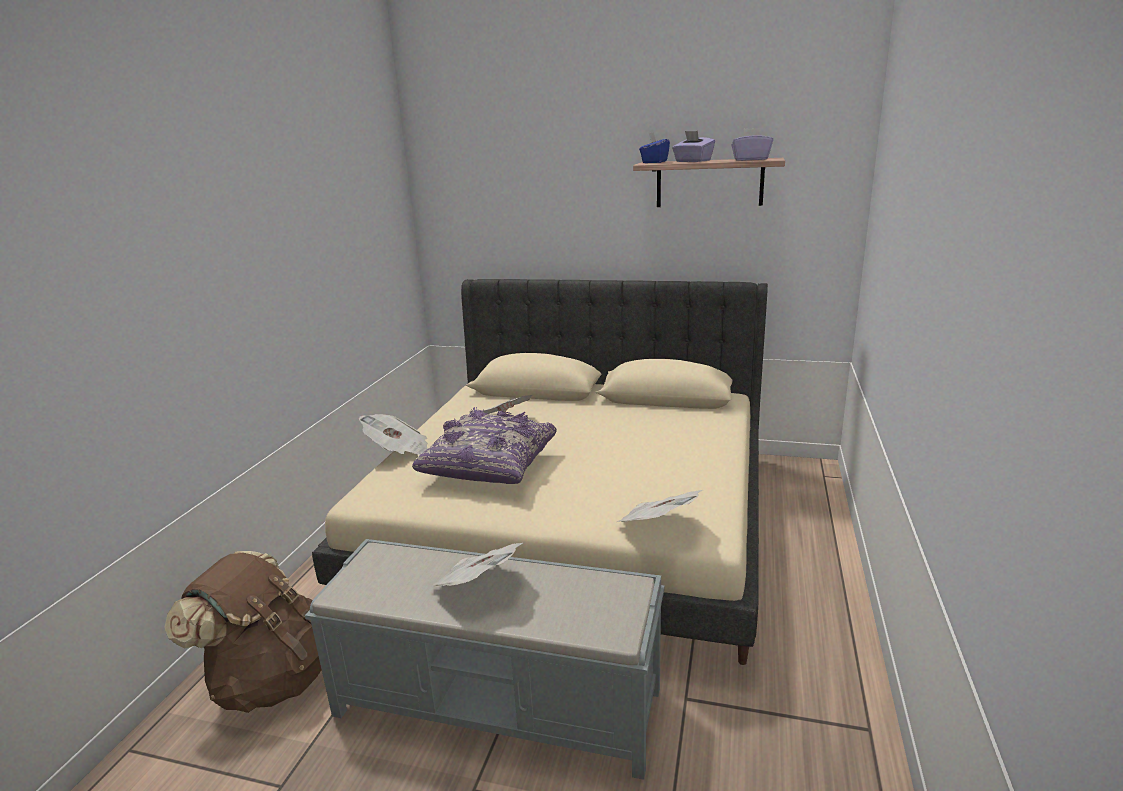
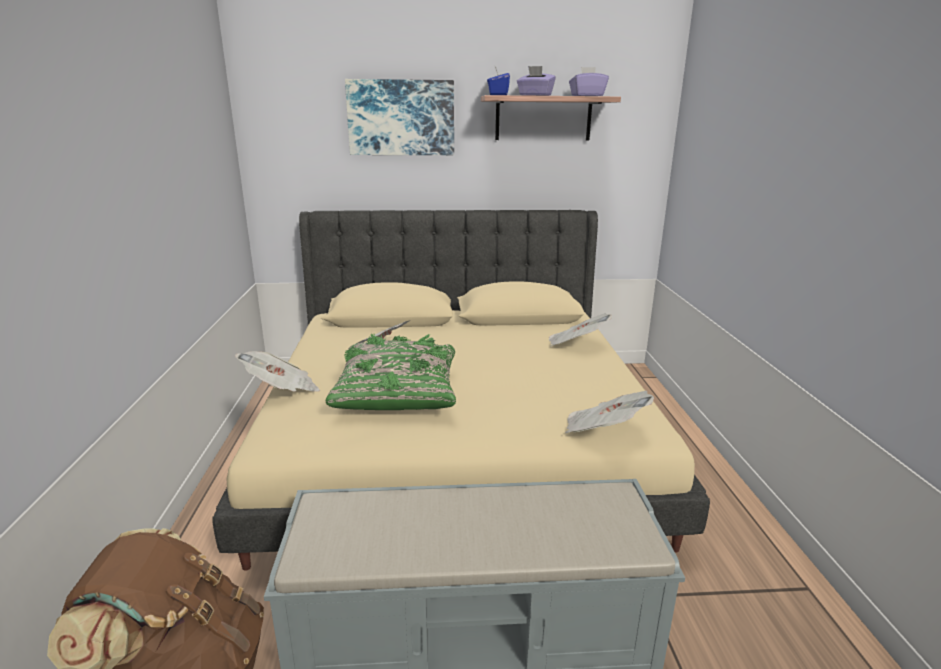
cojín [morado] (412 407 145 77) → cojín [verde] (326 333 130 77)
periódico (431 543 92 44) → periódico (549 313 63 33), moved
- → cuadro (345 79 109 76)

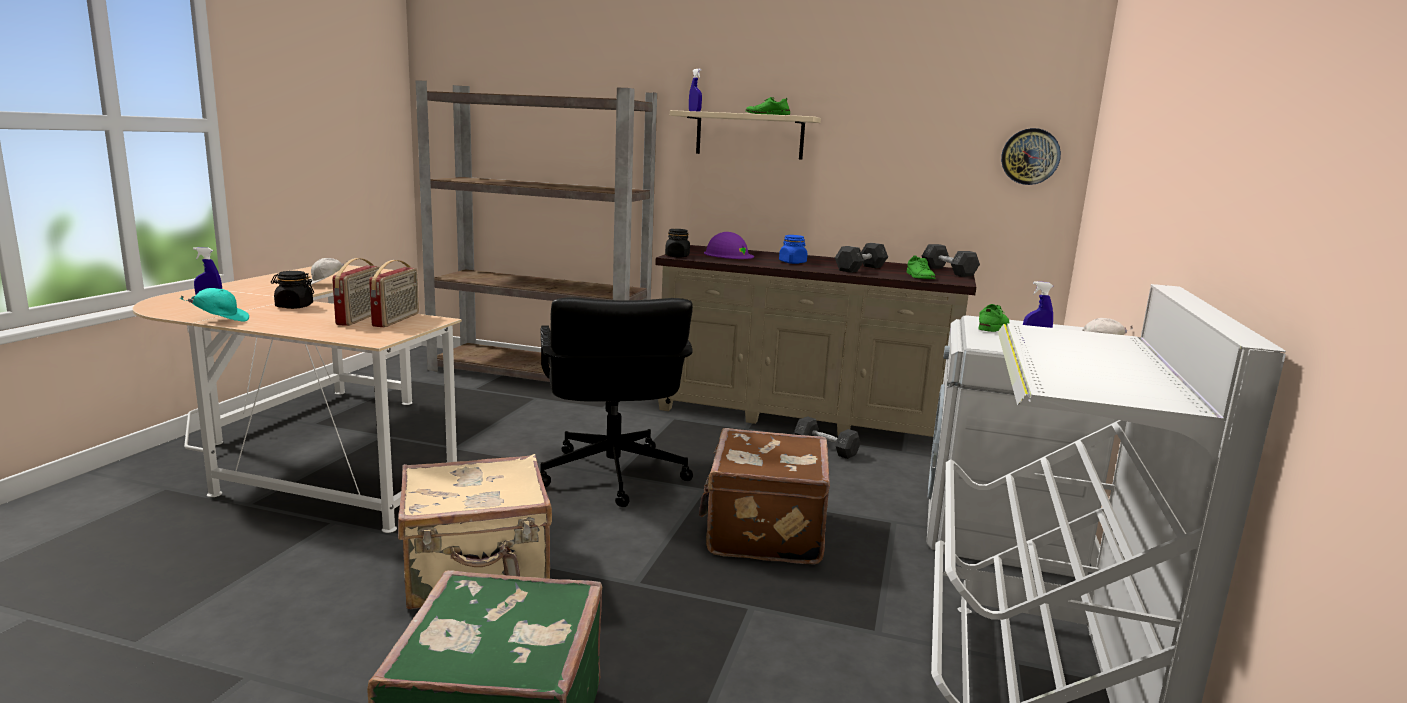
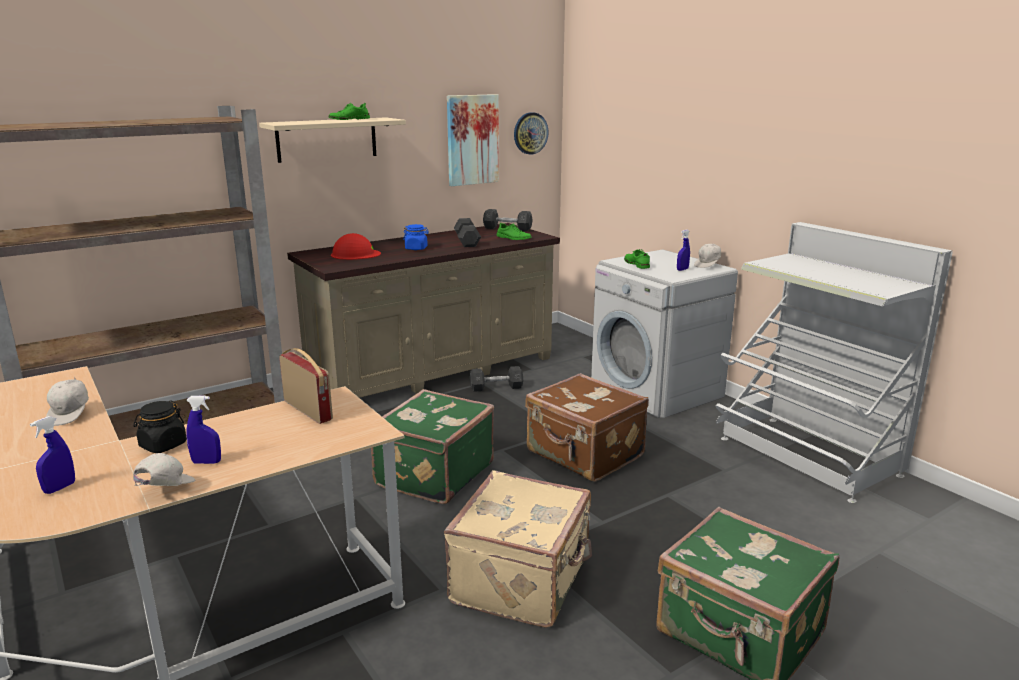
gorra [turquesa] (180 288 69 34) → gorra [blanco] (133 453 63 33)
radio (332 258 49 68) → -
silla de oficina [negro] (540 297 153 210) → maleta [verde] (371 389 123 115)
tarro [negro] (665 229 25 29) → -
pulverizador [azul] (689 69 13 43) → pulverizador [azul] (186 396 35 68), moved
casco [morado] (704 232 50 27) → casco [rojo] (331 233 50 27)
- → cuadro (447 94 52 92)

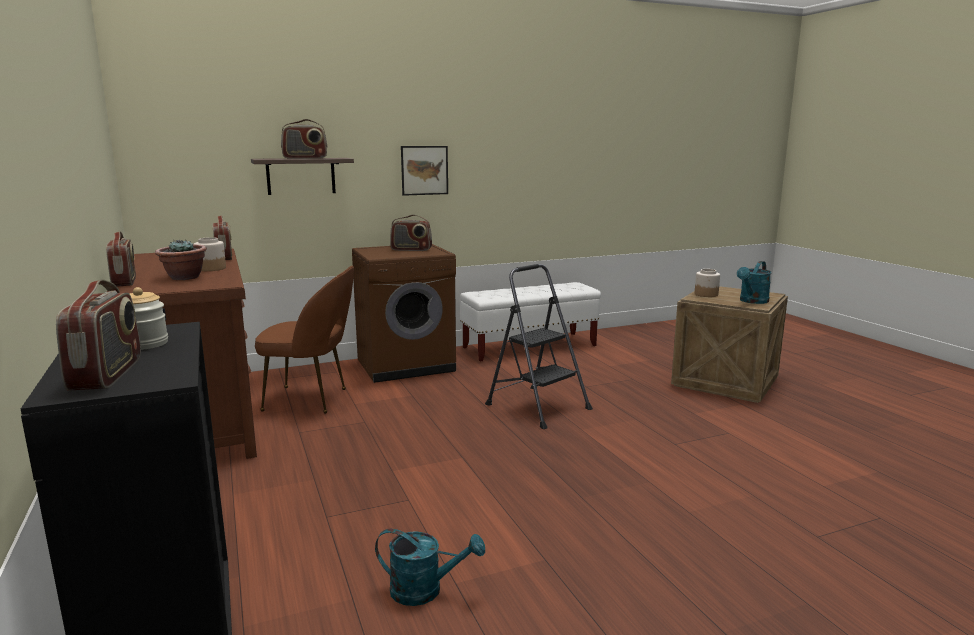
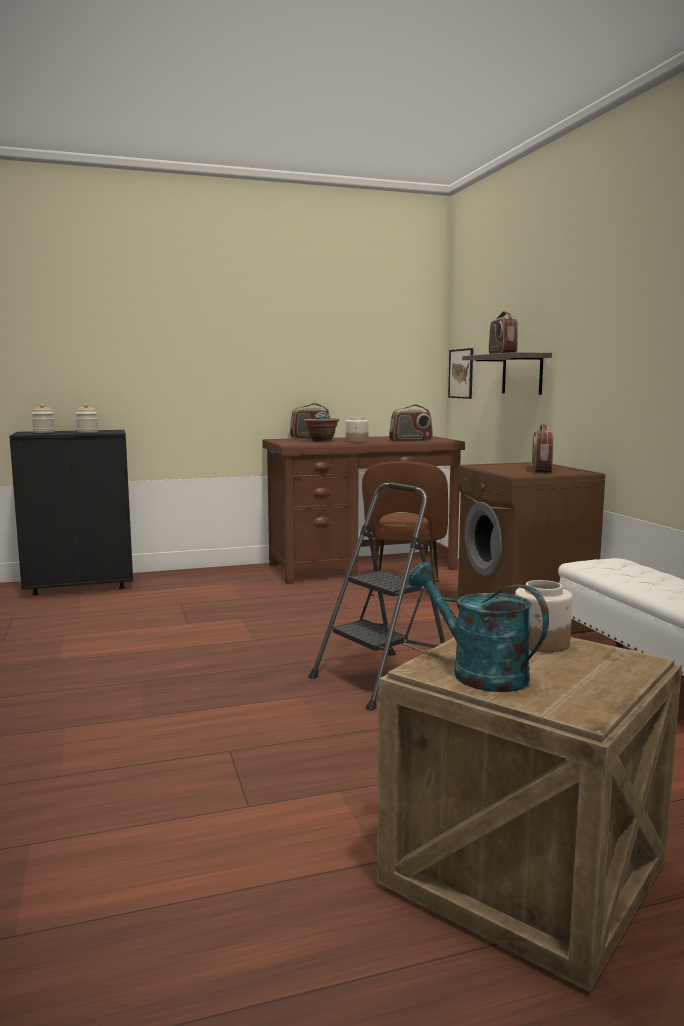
radio (56 279 85 112) → tarro (32 404 23 29)
regadera [turquesa] (375 529 110 77) → -
cuadro (401 146 47 50) → cuadro (448 348 25 51), moved

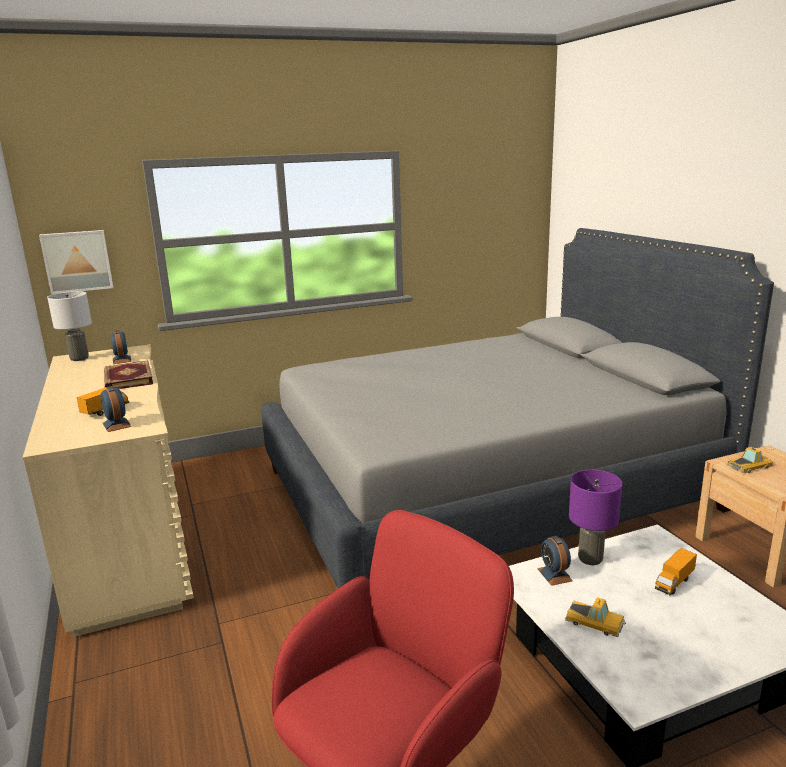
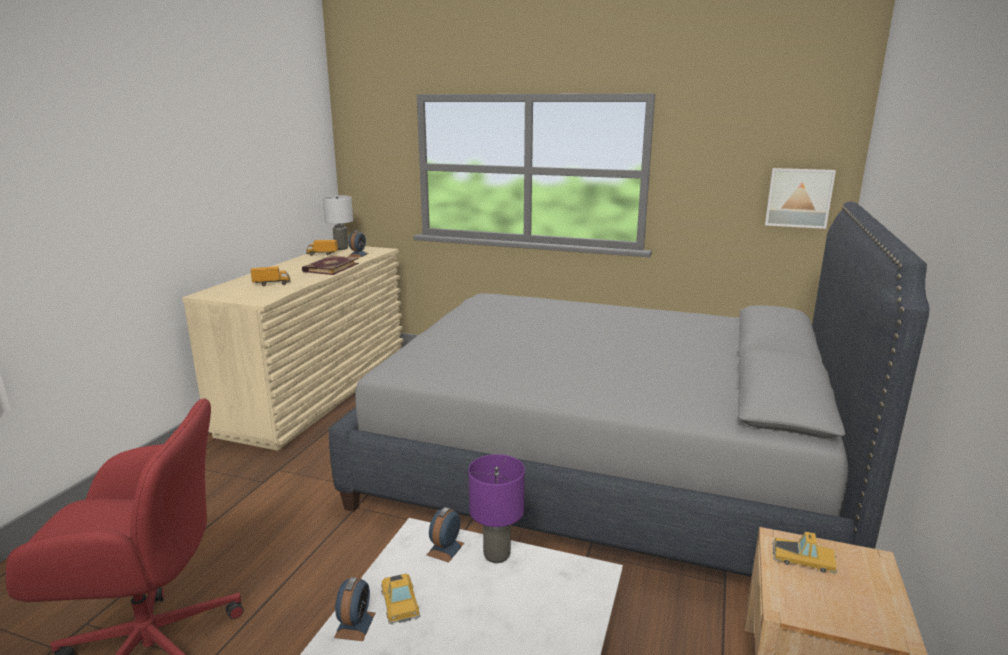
cuadro (39 230 74 64) → cuadro (765 168 71 61), moved
despertador (101 386 31 46) → despertador (334 577 41 64), moved
camión de juguete (655 548 42 48) → camión de juguete (306 240 32 16), moved

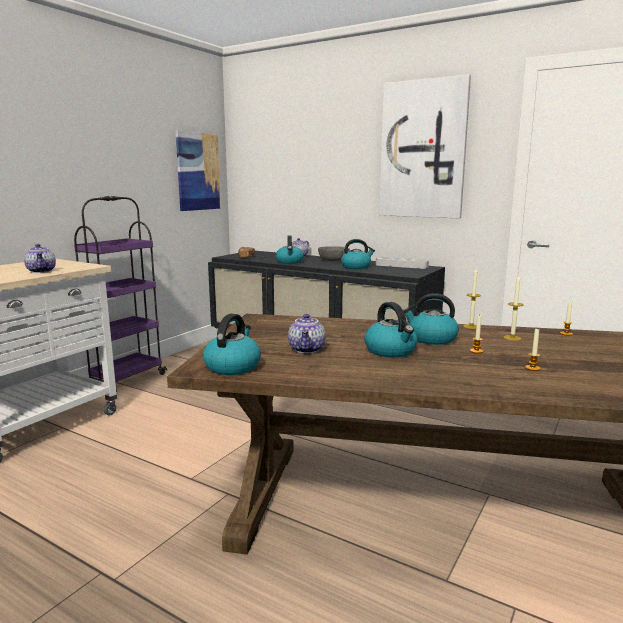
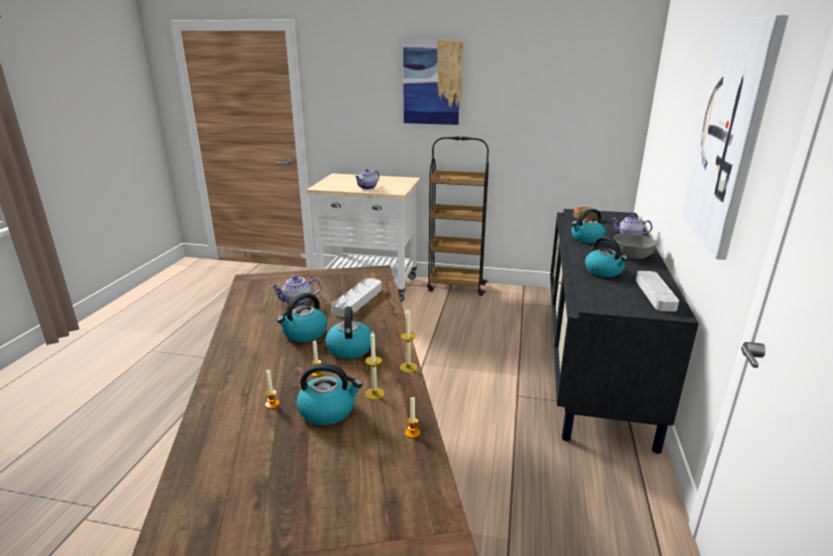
carrito [morado] (74 196 94 197) → carrito [marrón] (427 136 62 160)
cuadro (176 130 45 81) → cuadro (403 40 60 85), moved
hervidor (203 314 58 61) → hervidor (297 363 66 62), moved
- → bandeja [gris] (332 278 50 39)

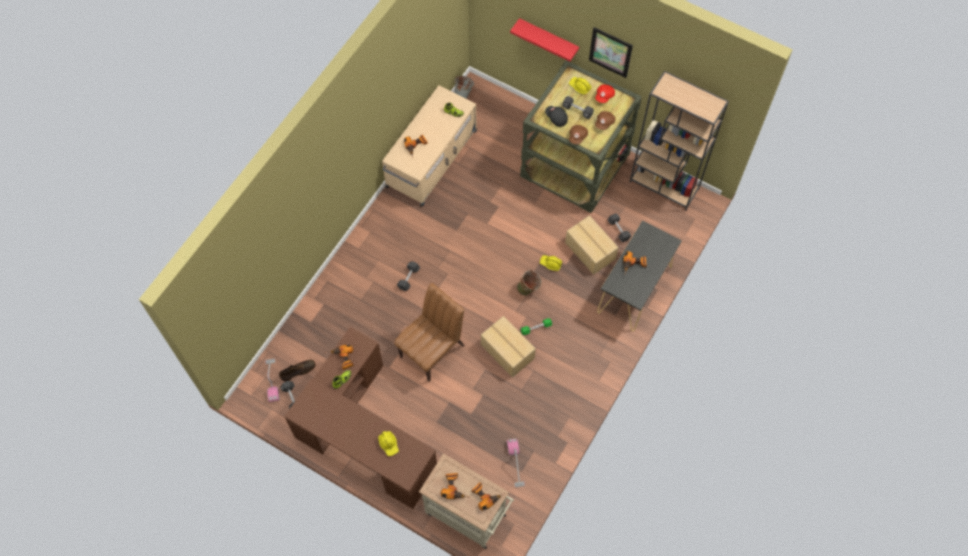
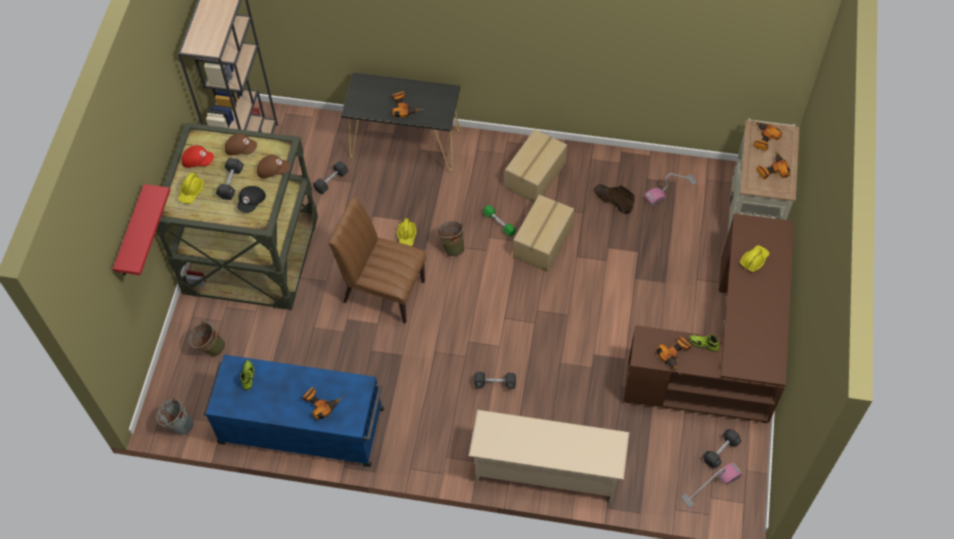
bota [marrón] (279 360 36 22) → bota [marrón] (594 184 41 30), moved
armario [beis] (382 85 95 122) → armario [azul] (204 355 180 112)
silla [marrón] (395 283 70 99) → silla [marrón] (328 198 98 126), moved
caja de cartón (565 215 54 60) → caja de cartón (505 129 62 73), moved
cuadro (589 27 44 51) → -
- → cubo [verde] (189 321 36 35)
- → zapatero [beis] (468 410 161 93)

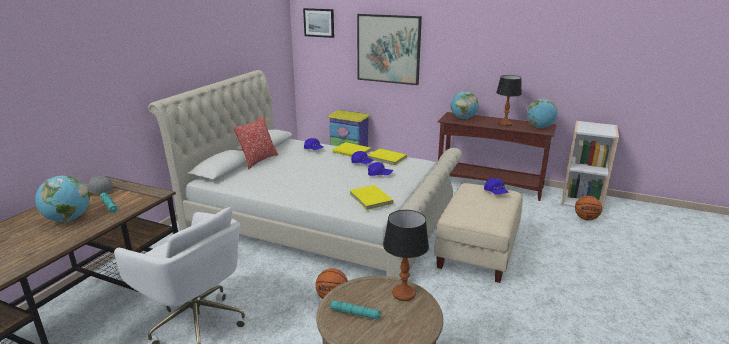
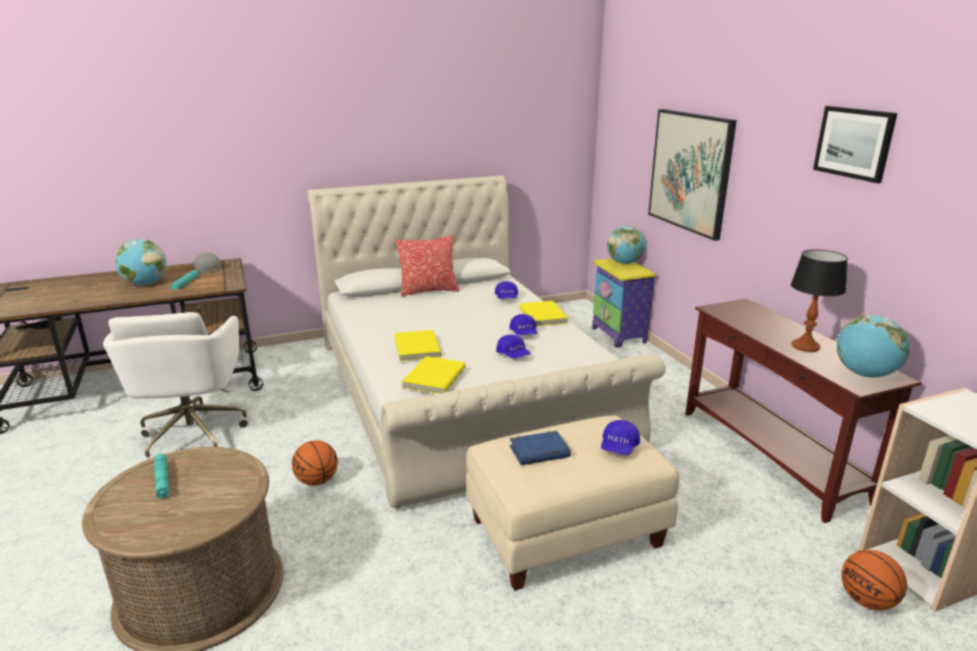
cuadro (303 8 31 30) → cuadro (813 106 84 77), moved
libro [amarillo] (368 149 39 17) → libro [amarillo] (395 330 46 31), moved
lámpara de mesa (383 210 46 91) → -
globo terráqueo (451 91 28 28) → globo terráqueo (607 226 39 38), moved
- → libro [azul] (510 431 61 34)

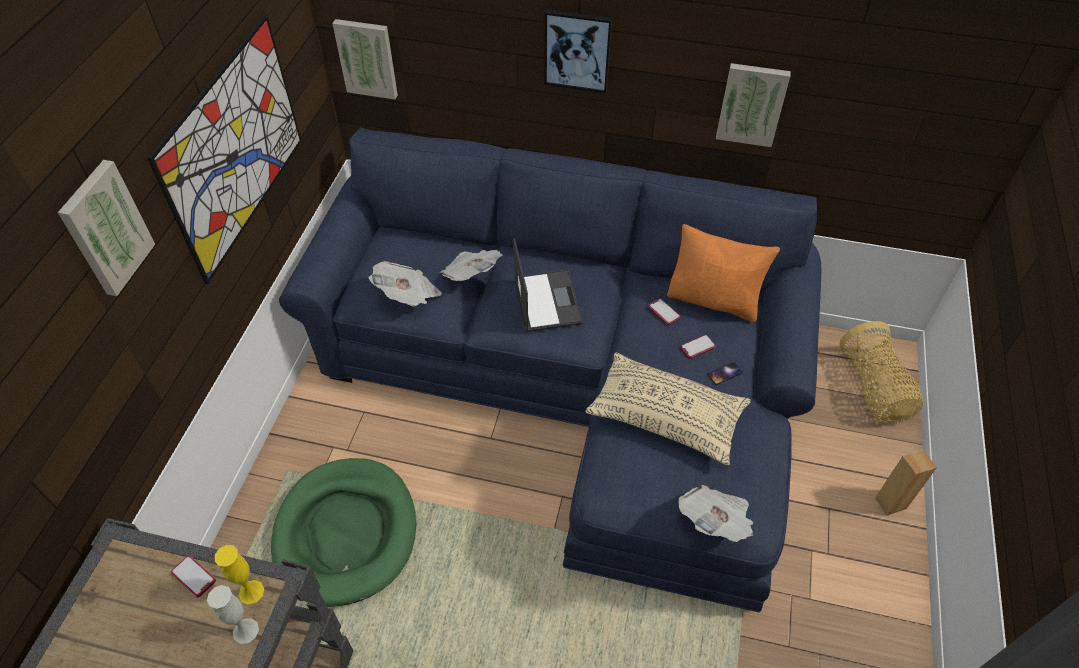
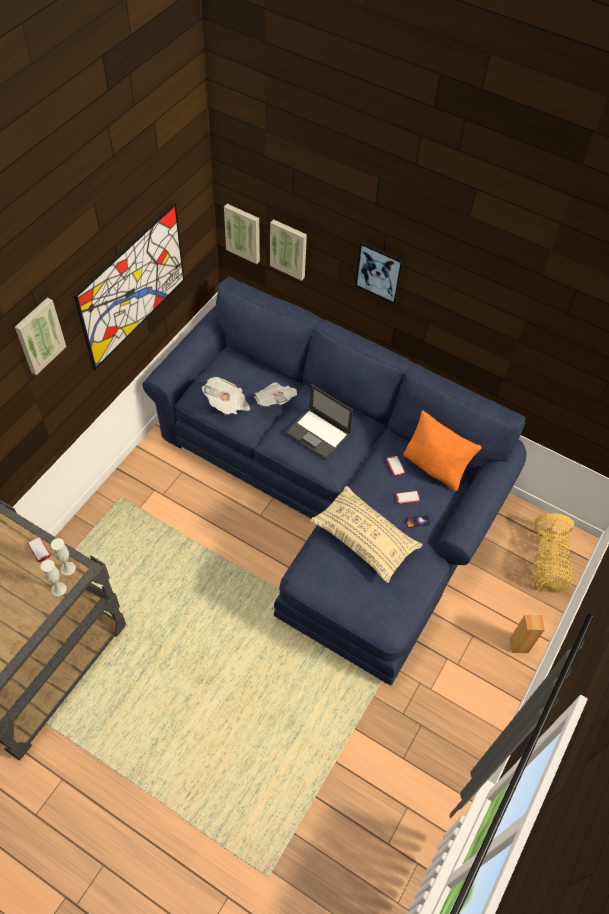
florero [amarillo] (215 545 49 60) → florero [blanco] (51 538 25 37)
cama para perro [verde] (271 458 145 149) → -
portátil (513 238 70 94) → portátil (286 384 67 76), 120 degrees clockwise
periódico (678 485 76 57) → -
cuadro (716 63 75 84) → cuadro (270 219 37 62), moved

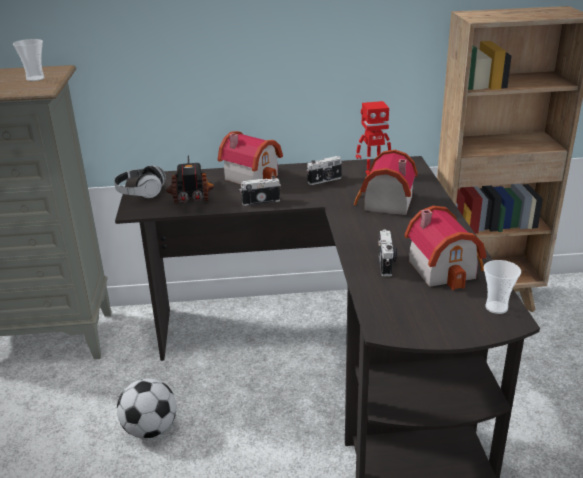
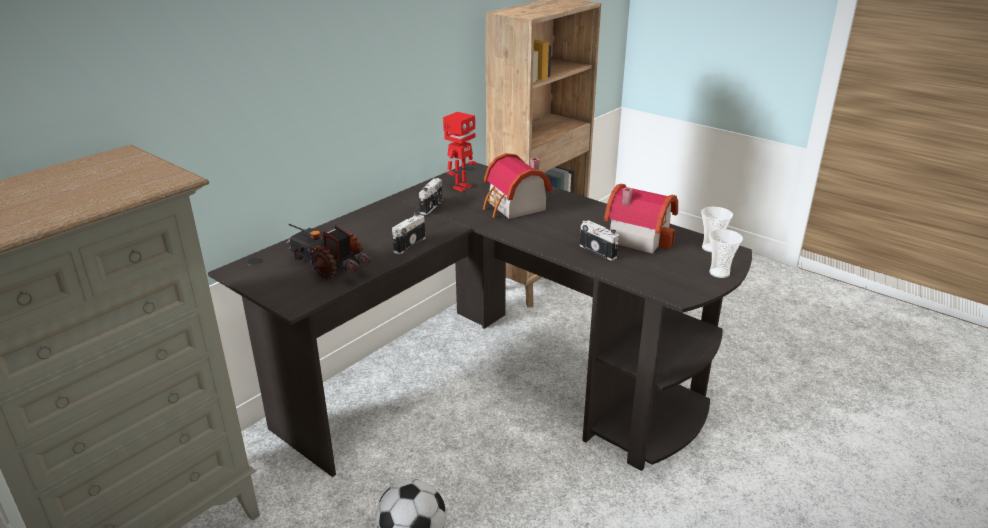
taza (13 39 32 42) → taza (709 229 34 49), moved
auriculares (114 165 52 33) → -
casita (218 131 65 53) → -

